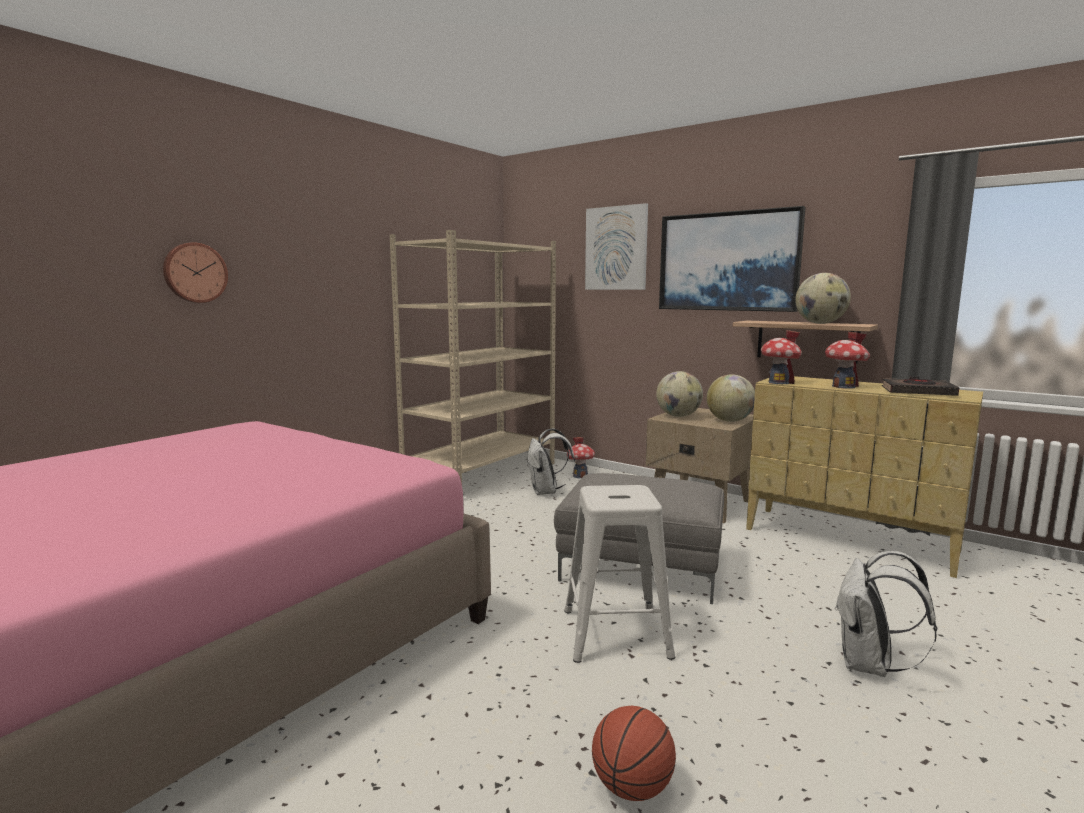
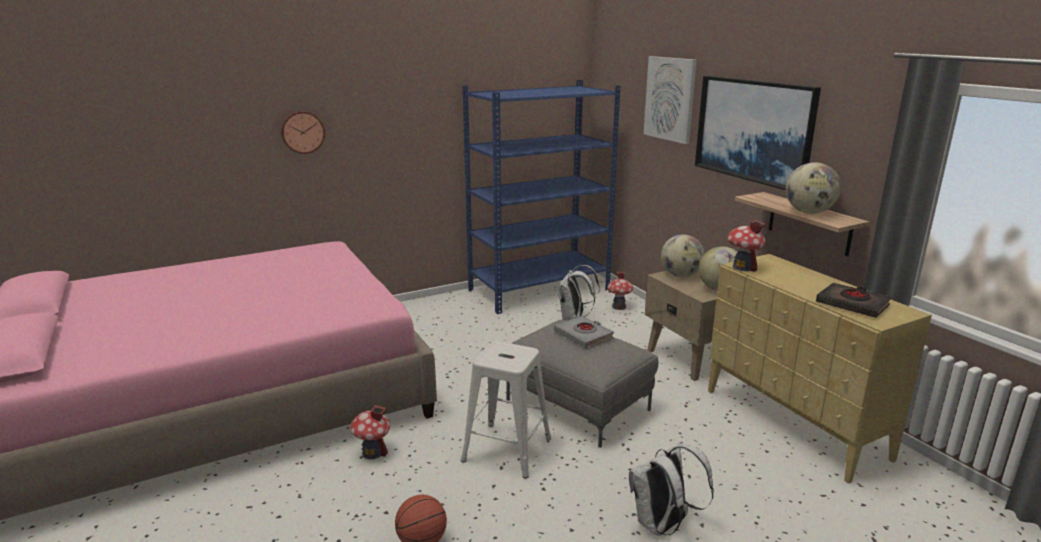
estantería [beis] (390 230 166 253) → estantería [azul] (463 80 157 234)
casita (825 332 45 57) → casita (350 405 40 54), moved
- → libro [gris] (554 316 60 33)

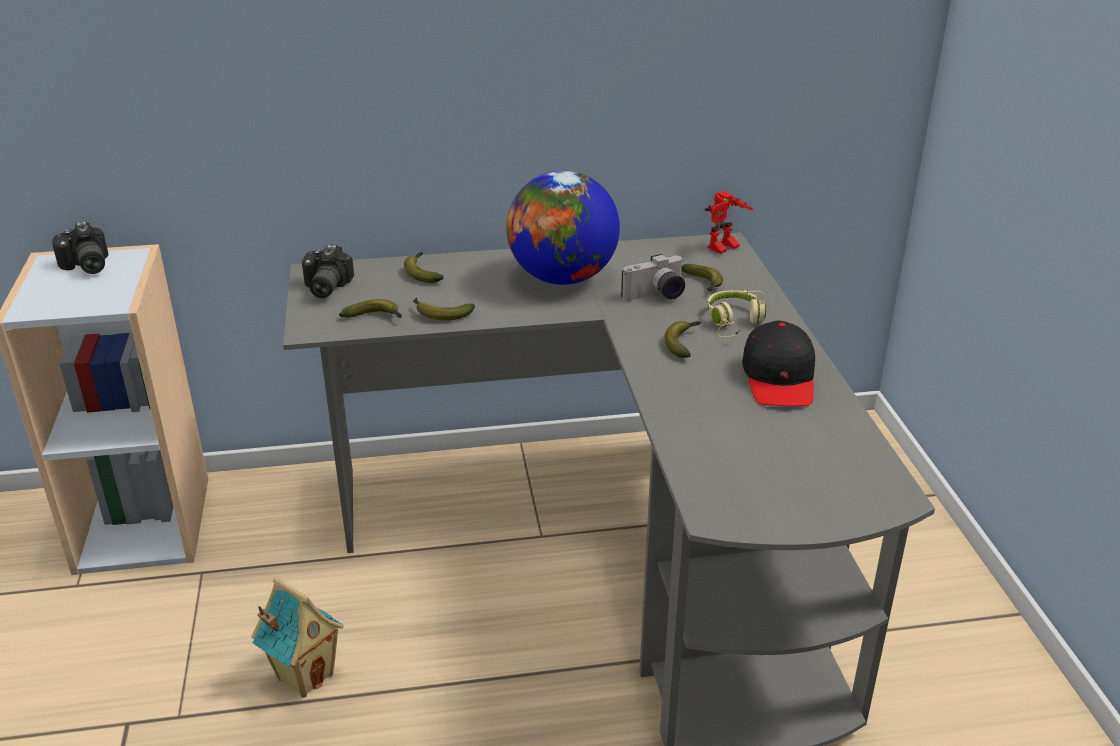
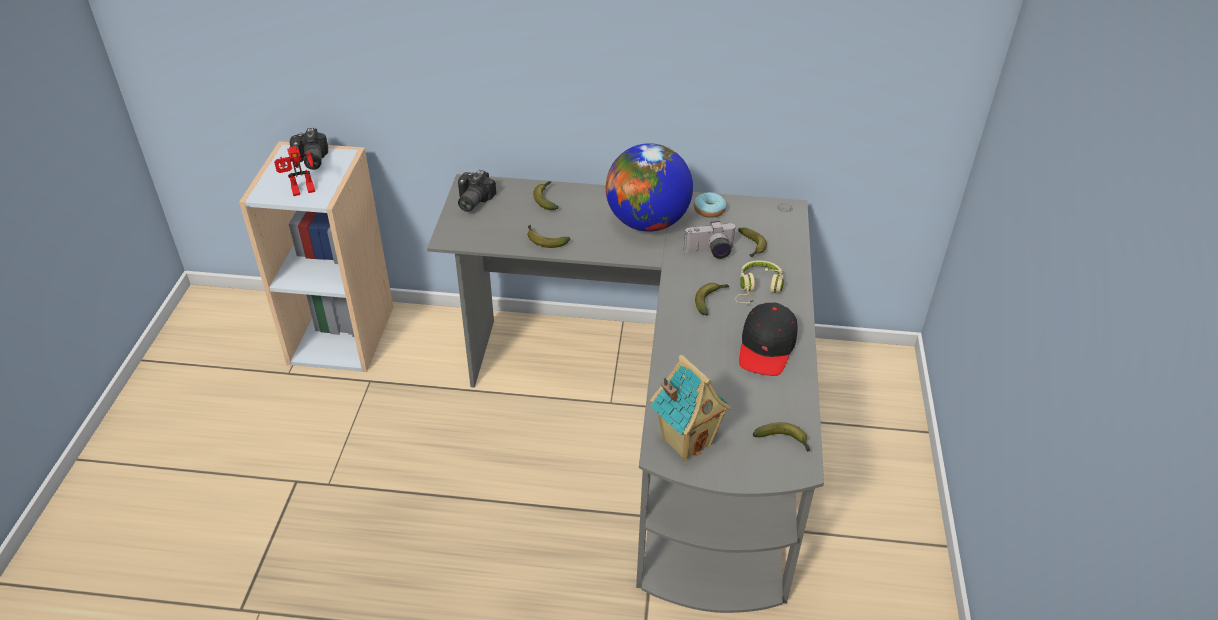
casita (251 577 93 121) → casita (650 354 82 107), moved
plátano (339 299 63 19) → plátano (753 422 57 29), moved
robot de juguete (705 191 49 63) → robot de juguete (274 146 41 50), moved
- → rosquilla (694 192 32 26)

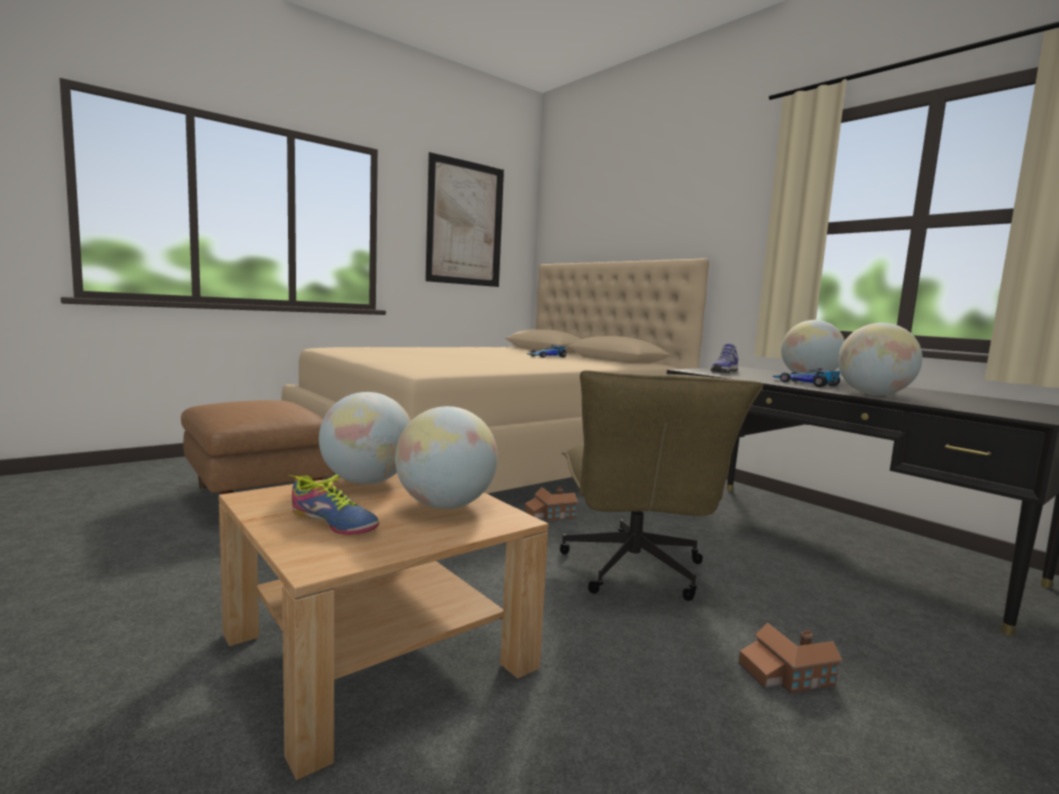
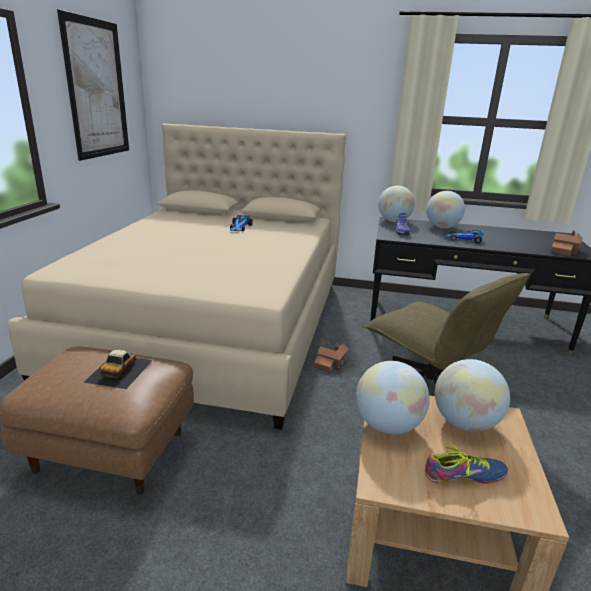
casita (738 622 105 72) → casita (550 230 33 26), moved
globo terráqueo (838 323 85 73) → globo terráqueo (378 186 37 36), moved
- → coche de juguete (84 350 69 39)

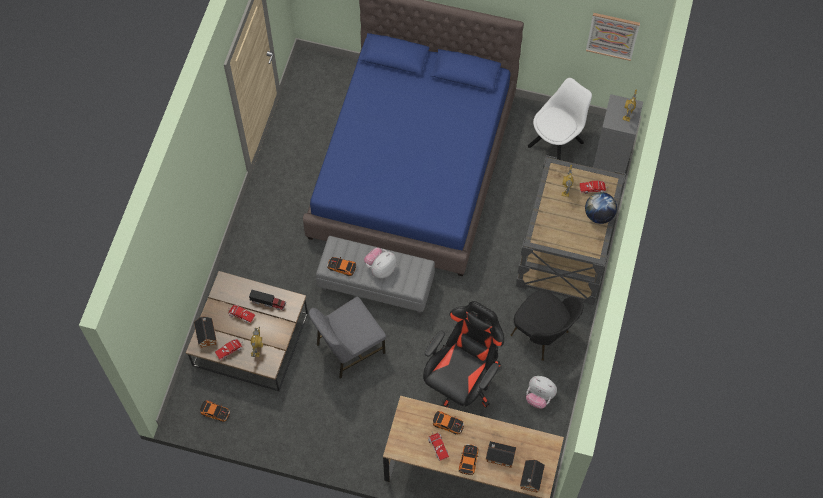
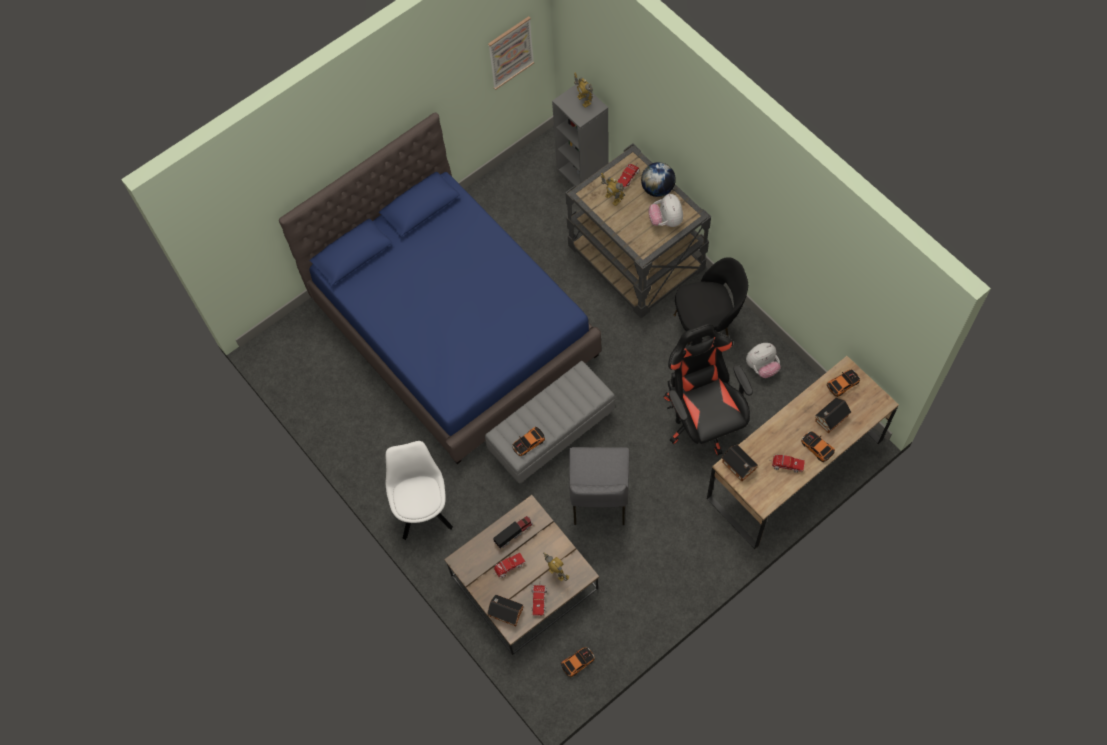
peluche (364 248 33 30) → peluche (649 194 34 33), moved
coche de juguete (432 411 32 23) → coche de juguete (827 370 33 27), moved
casita (520 460 25 32) → casita (722 445 36 36), moved
silla [blanco] (528 78 64 82) → silla [blanco] (386 441 67 99), moved

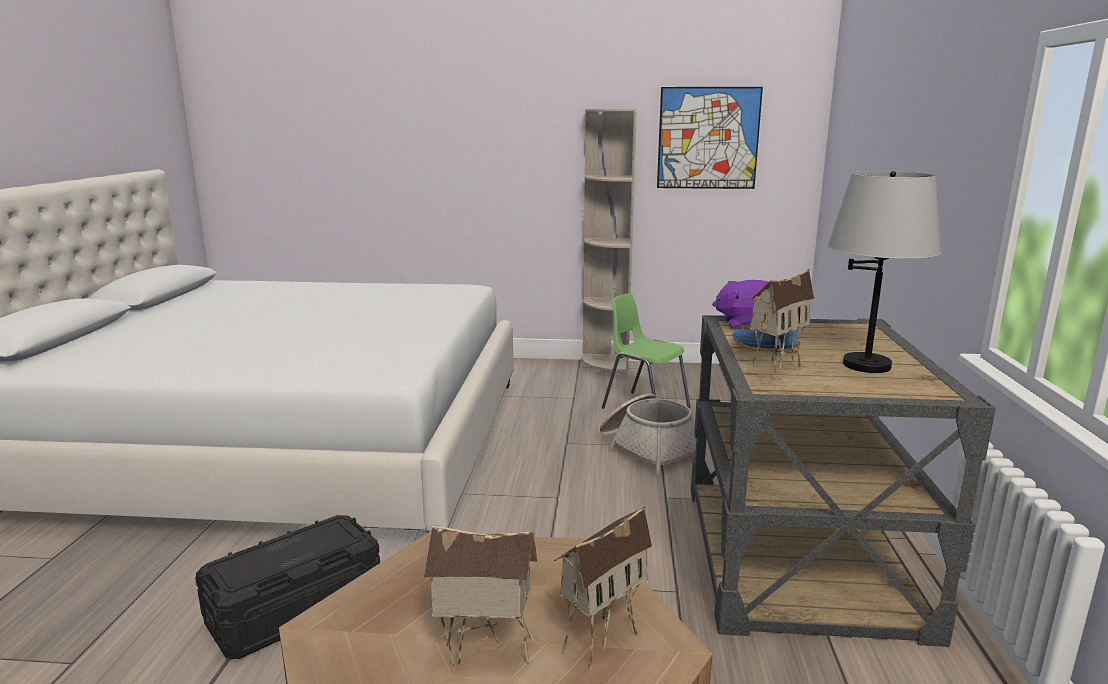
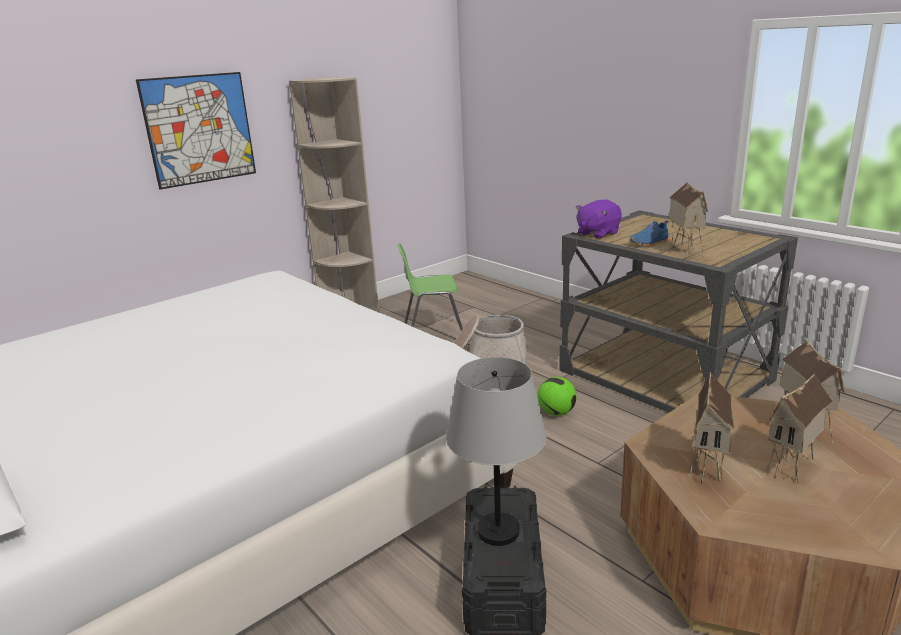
cuadro (657 87 106 102) → cuadro (136 72 120 117), moved
lámpara de mesa [gris] (827 171 114 202) → lámpara de mesa [gris] (446 357 101 189), moved
- → balón de fútbol (537 377 40 39)
- → casita (689 372 45 112)

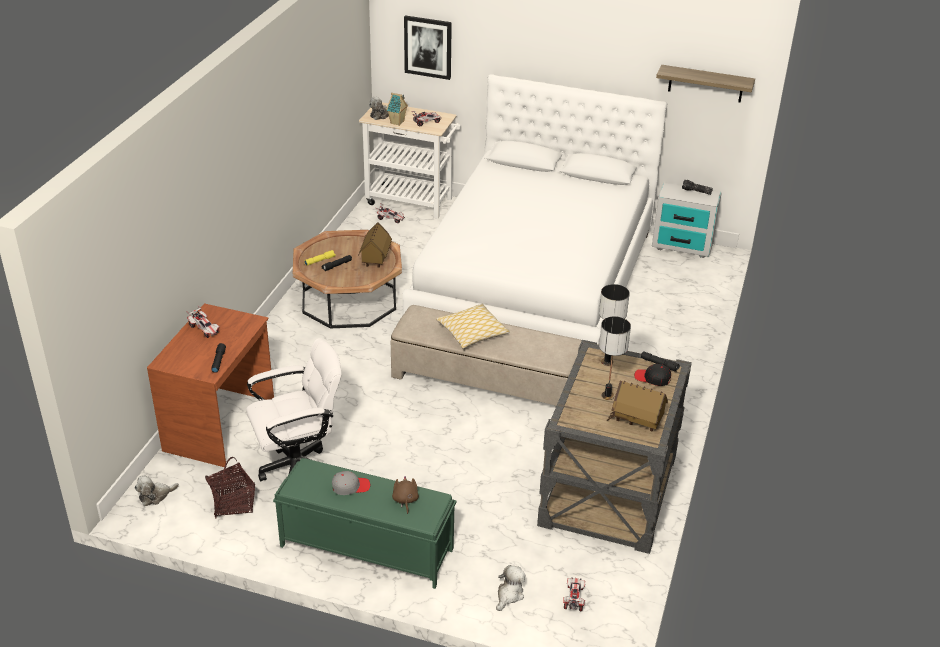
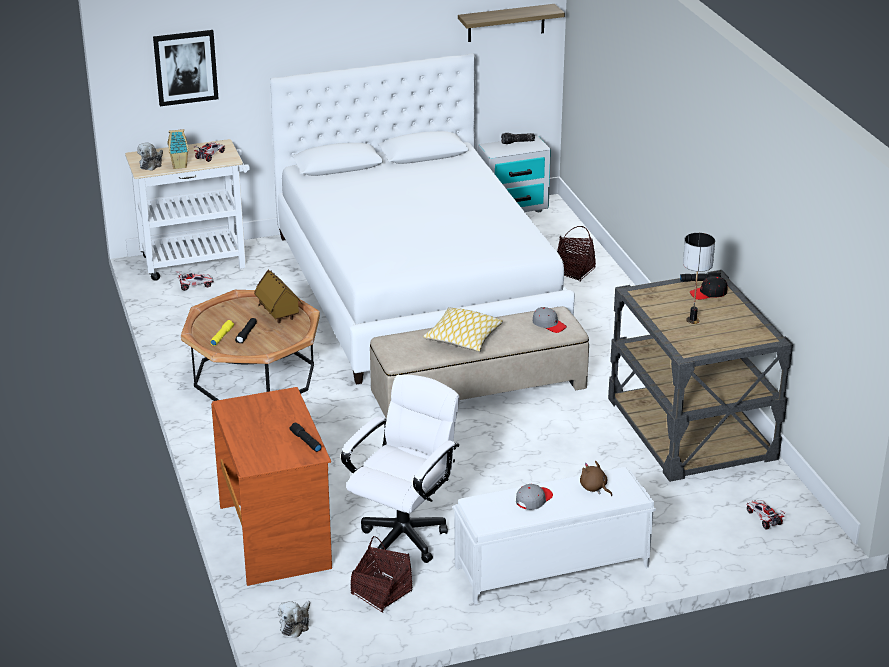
coche de juguete (186 306 34 32) → -
banco [verde] (273 458 183 131) → banco [blanco] (453 467 203 137)
peluche (496 565 30 46) → -
lámpara de mesa (599 284 31 82) → -
casita (606 381 62 50) → -
- → gorra [gris] (533 307 34 26)
- → cesta (557 226 39 56)

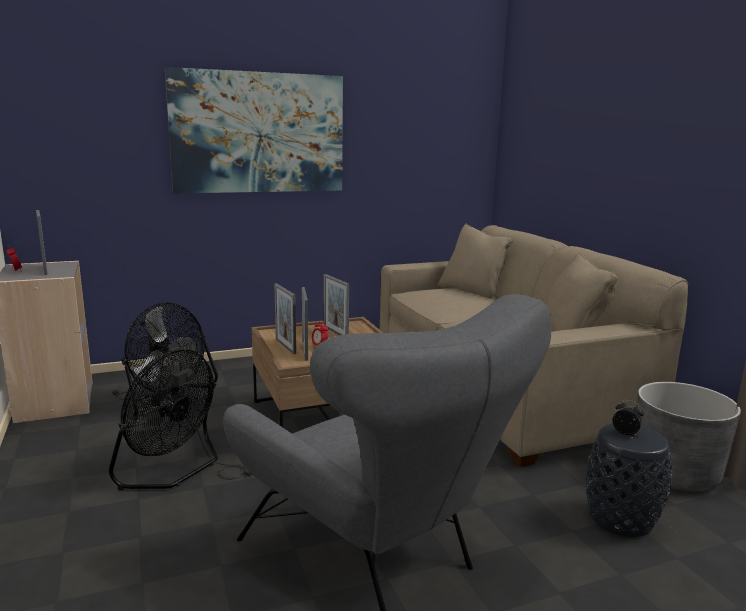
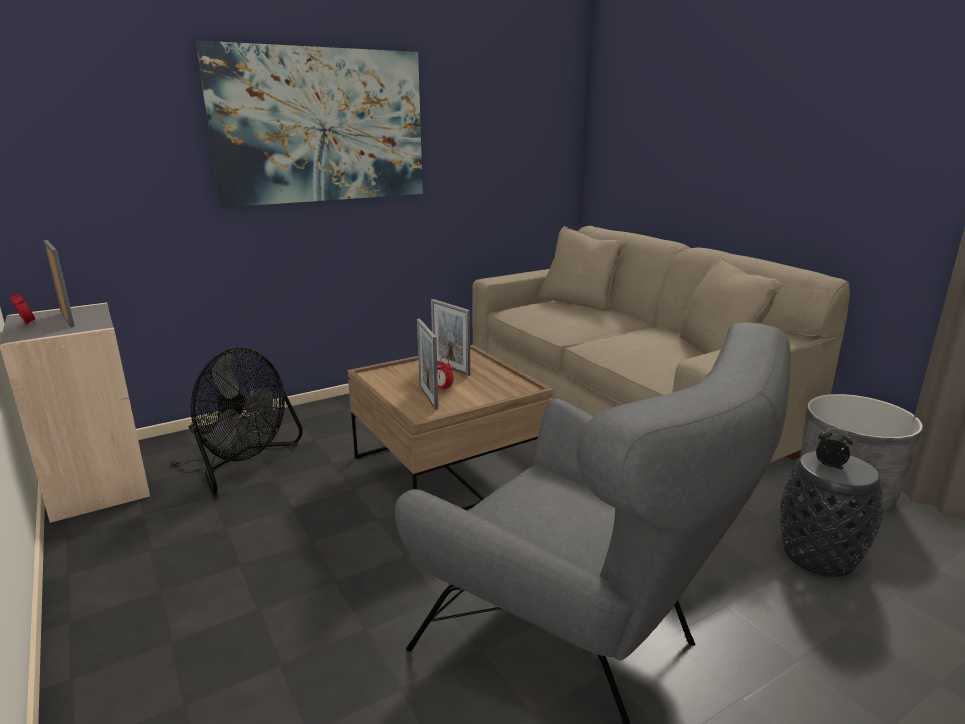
ventilador [negro] (109 349 143 142) → -
portarretratos (274 283 22 71) → -

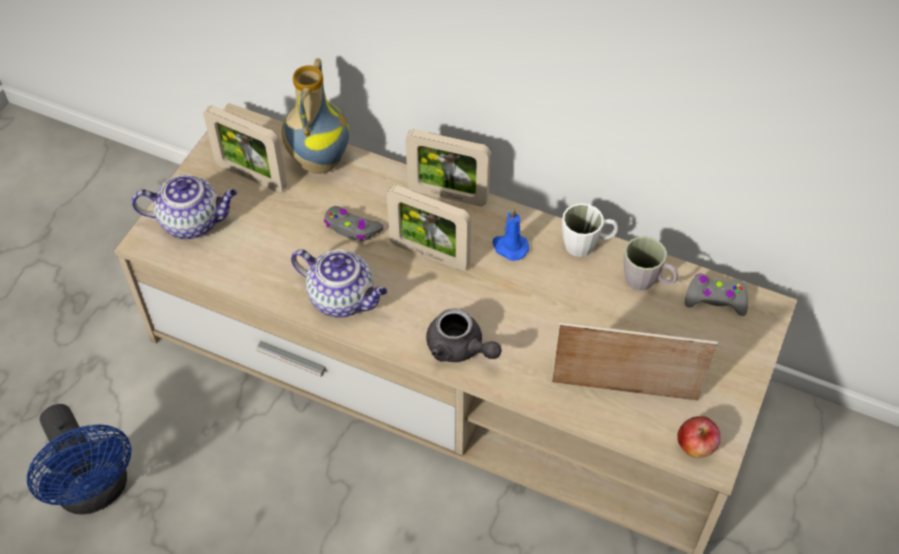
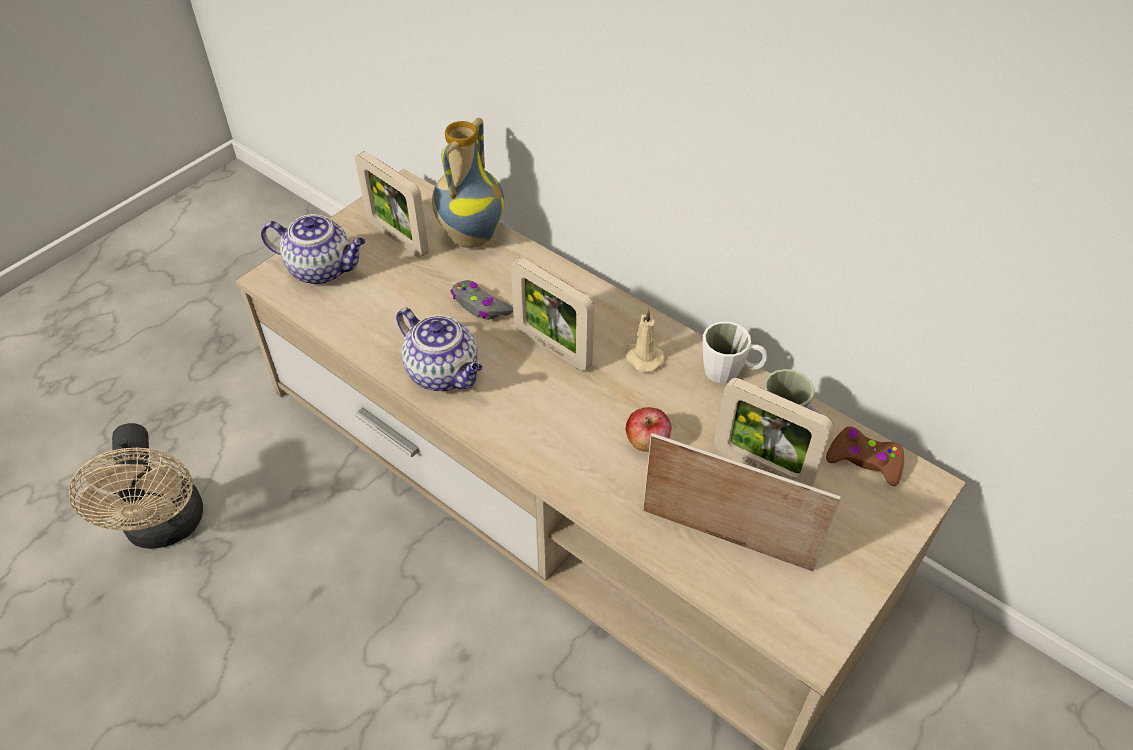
ventilador [azul] (27 404 105 110) → ventilador [beis] (69 423 134 126)
portarretratos (406 129 85 77) → portarretratos (714 378 120 108), moved
tetera [gris] (426 308 76 54) → -
vela [azul] (492 208 37 53) → vela [beis] (625 308 40 64)
manzana (677 416 44 42) → manzana (626 407 46 45), moved
mando de consola [gris] (685 274 63 42) → mando de consola [marrón] (826 426 78 60)

